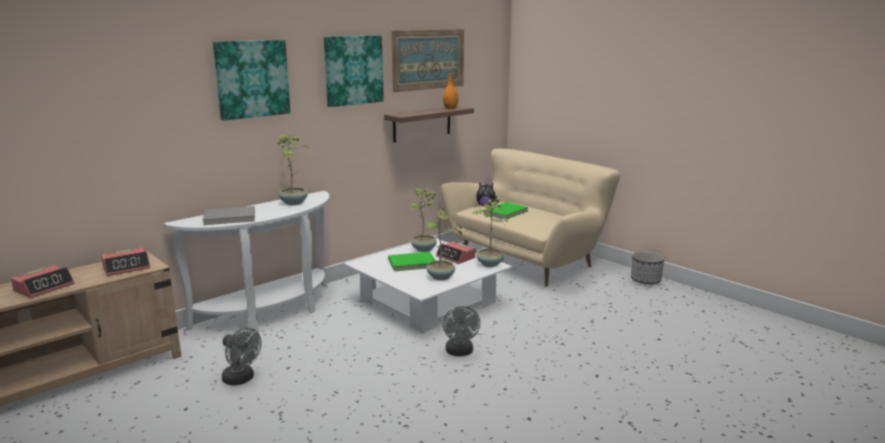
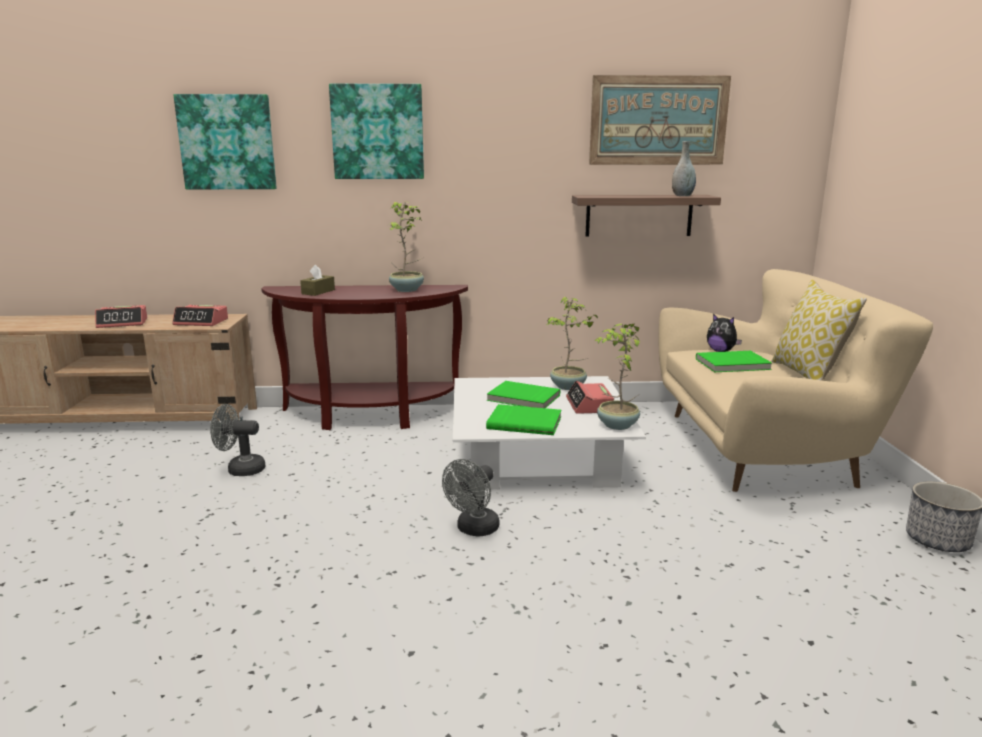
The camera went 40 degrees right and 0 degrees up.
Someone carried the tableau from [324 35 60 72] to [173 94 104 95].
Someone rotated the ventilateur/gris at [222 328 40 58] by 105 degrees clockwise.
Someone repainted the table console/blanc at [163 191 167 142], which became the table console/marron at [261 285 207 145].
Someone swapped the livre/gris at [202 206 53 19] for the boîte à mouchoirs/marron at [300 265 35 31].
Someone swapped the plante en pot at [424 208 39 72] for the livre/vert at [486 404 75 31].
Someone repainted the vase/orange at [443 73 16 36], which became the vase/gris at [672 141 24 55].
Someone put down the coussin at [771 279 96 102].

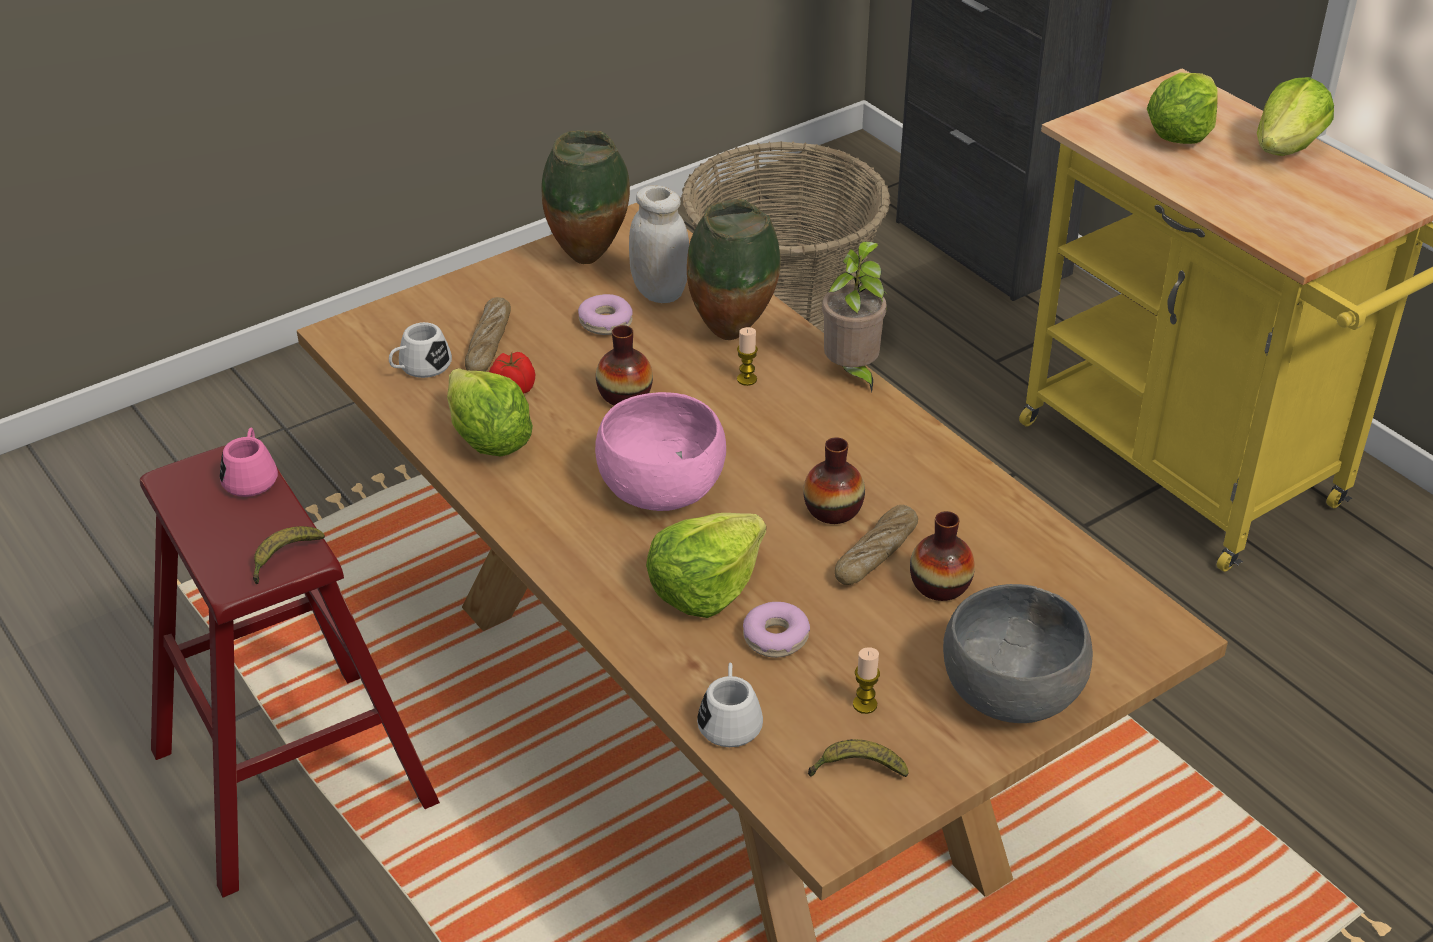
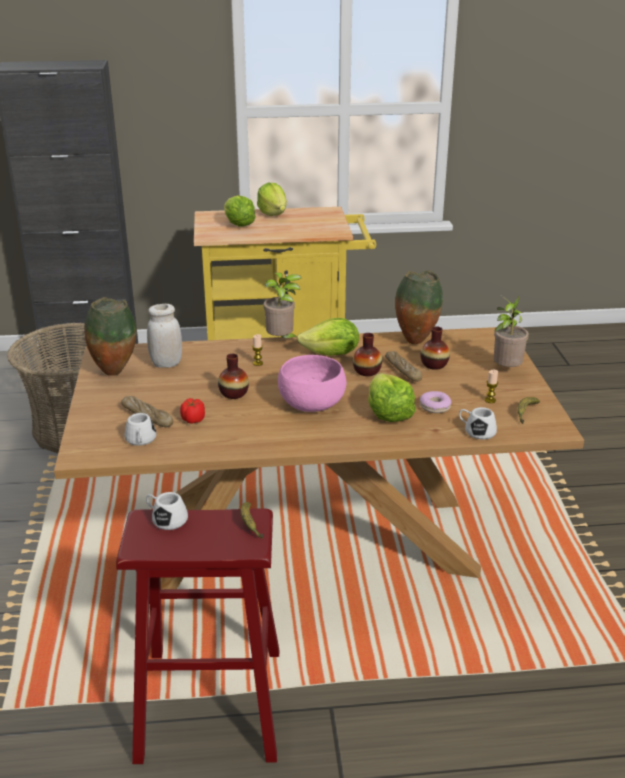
The camera went 60 degrees left and 10 degrees down.
Someone repainted the mug/rose at [220 428 58 69], which became the mug/blanc at [146 492 42 38].
Someone carried the laitue from [447 368 86 89] to [297 318 62 38].
Someone carried the vase from [687 199 94 141] to [395 270 48 74].
Someone swapped the bol/gris at [943 584 150 139] for the plante en pot at [494 296 35 71].
Someone took away the beignet at [578 294 55 41].

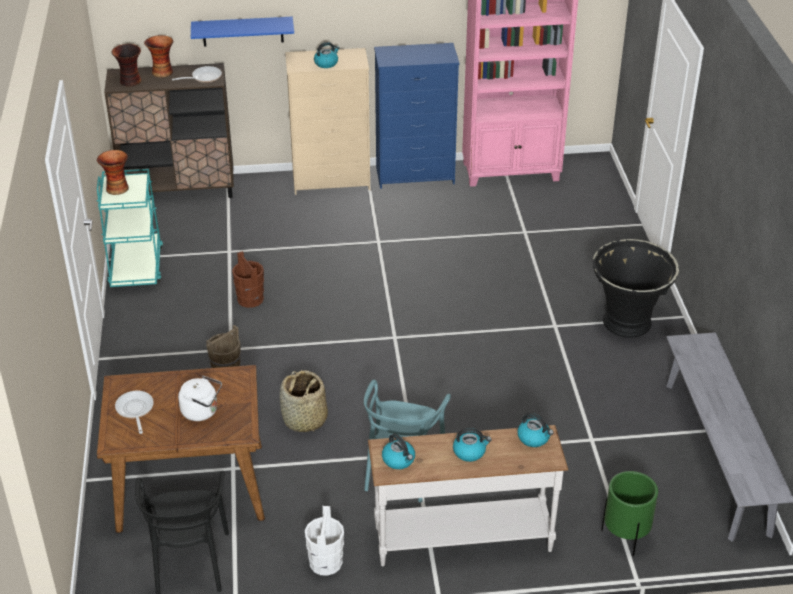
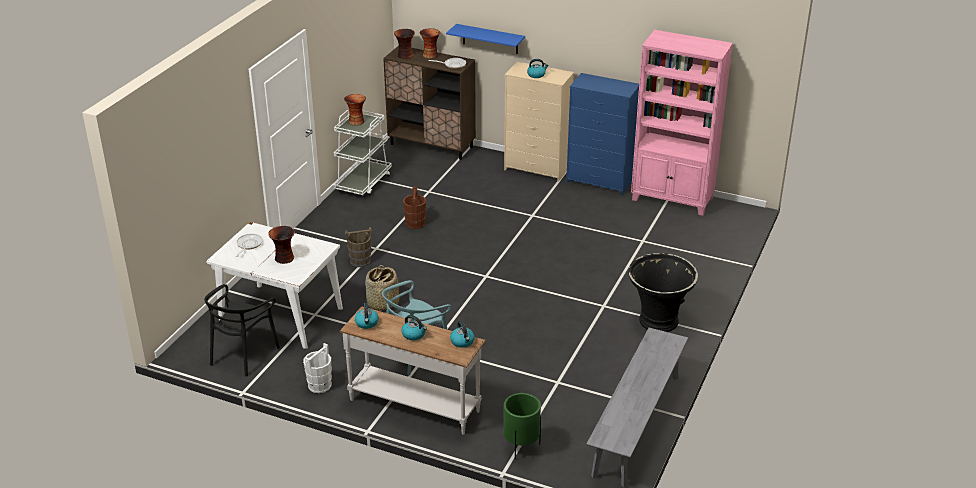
The camera went 30 degrees right and 5 degrees down.
Someone repainted the table à manger/marron at [97 365 168 168], which became the table à manger/blanc at [206 222 137 127].
Someone swapped the bouilloire/blanc at [178 376 44 45] for the vase at [268 226 27 38].
Someone repainted the chariot/turquoise at [97 169 66 118], which became the chariot/blanc at [333 110 59 86].

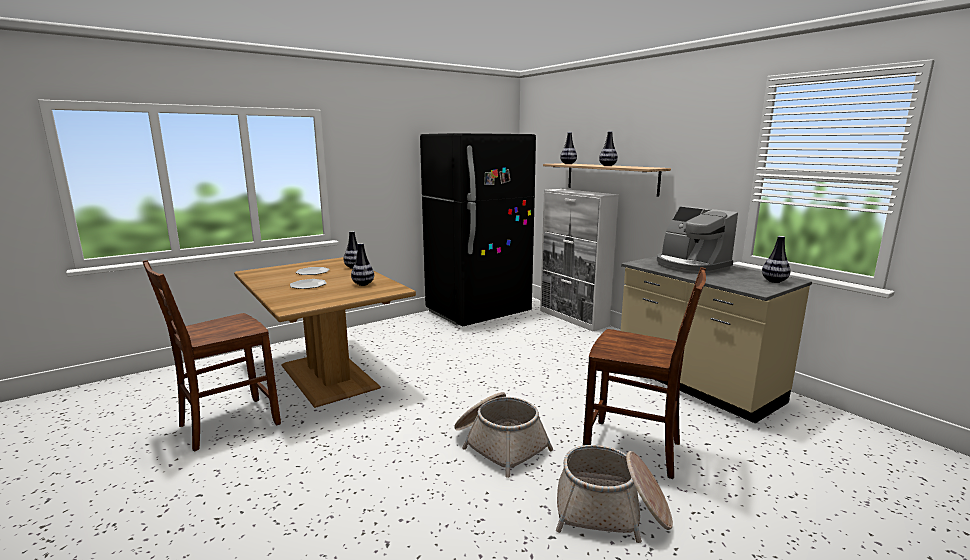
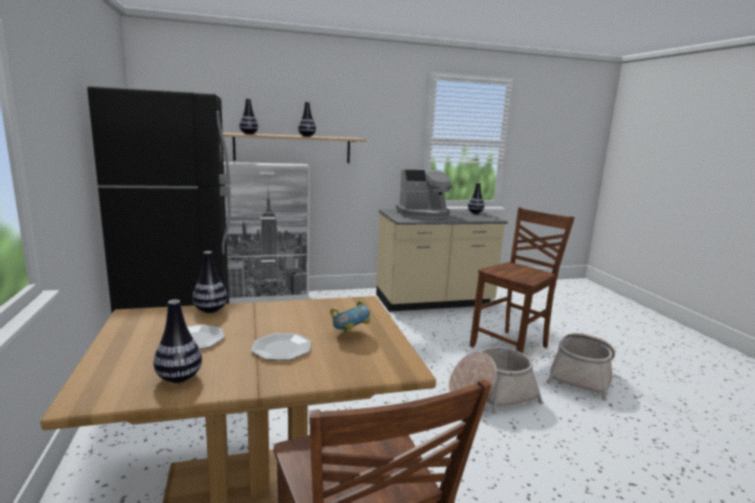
The camera went 70 degrees left and 0 degrees up.
Someone carried the vase from [351 243 23 43] to [154 300 48 83].
Someone put down the bol at [330 300 40 33].

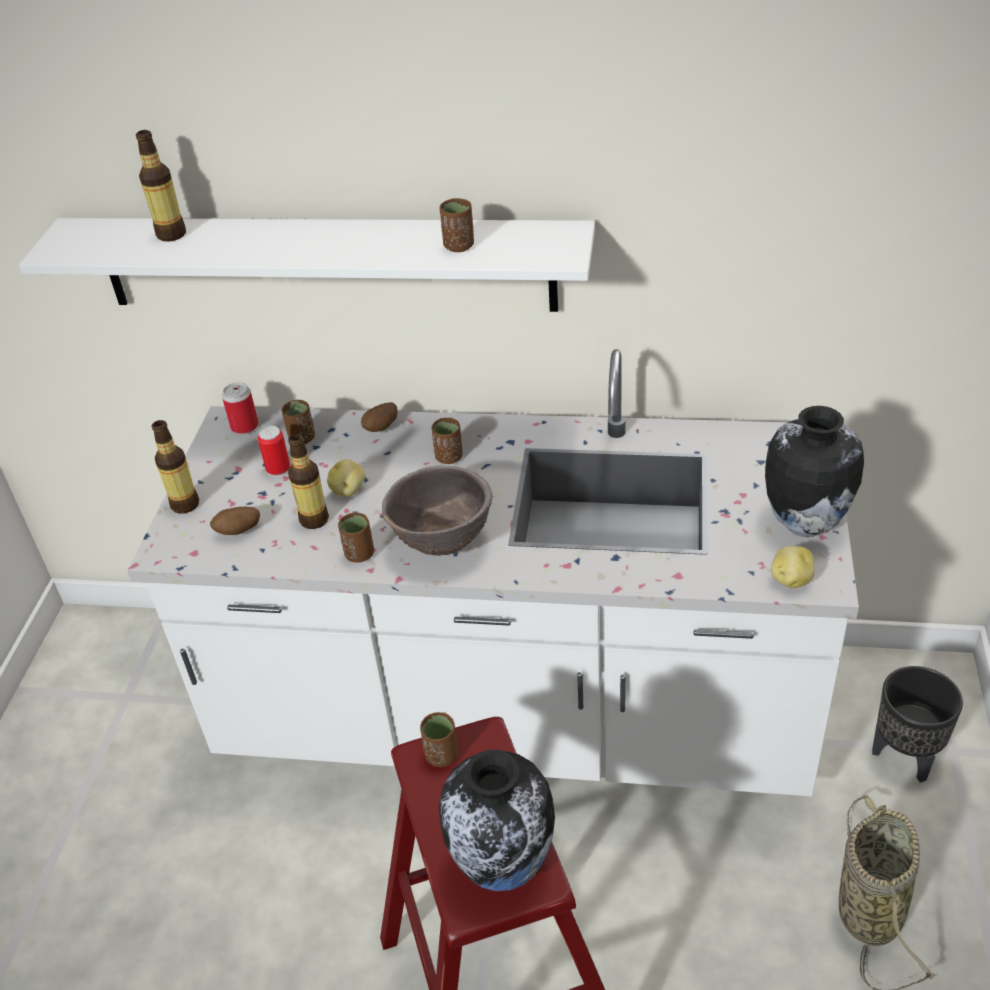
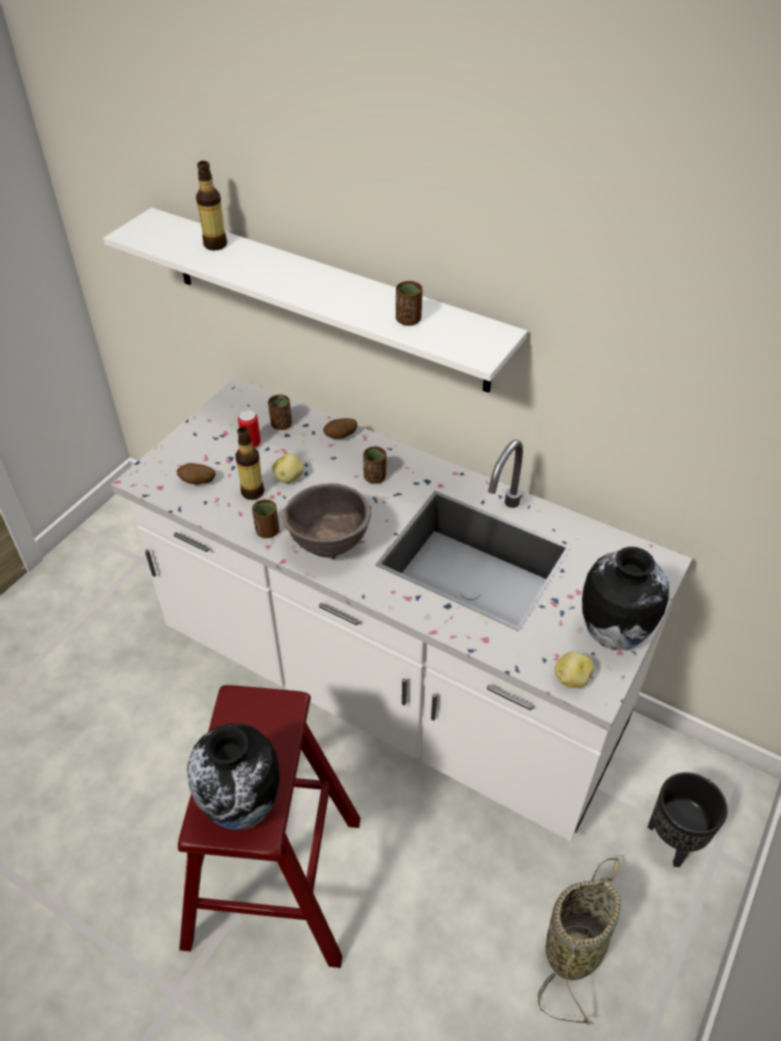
The camera went 20 degrees right and 5 degrees up.
Someone took away the bouteille at [152 420 47 94].
Someone took away the boîte métallique at [222 382 37 52].
Someone took away the tasse/marron at [420 712 38 55].

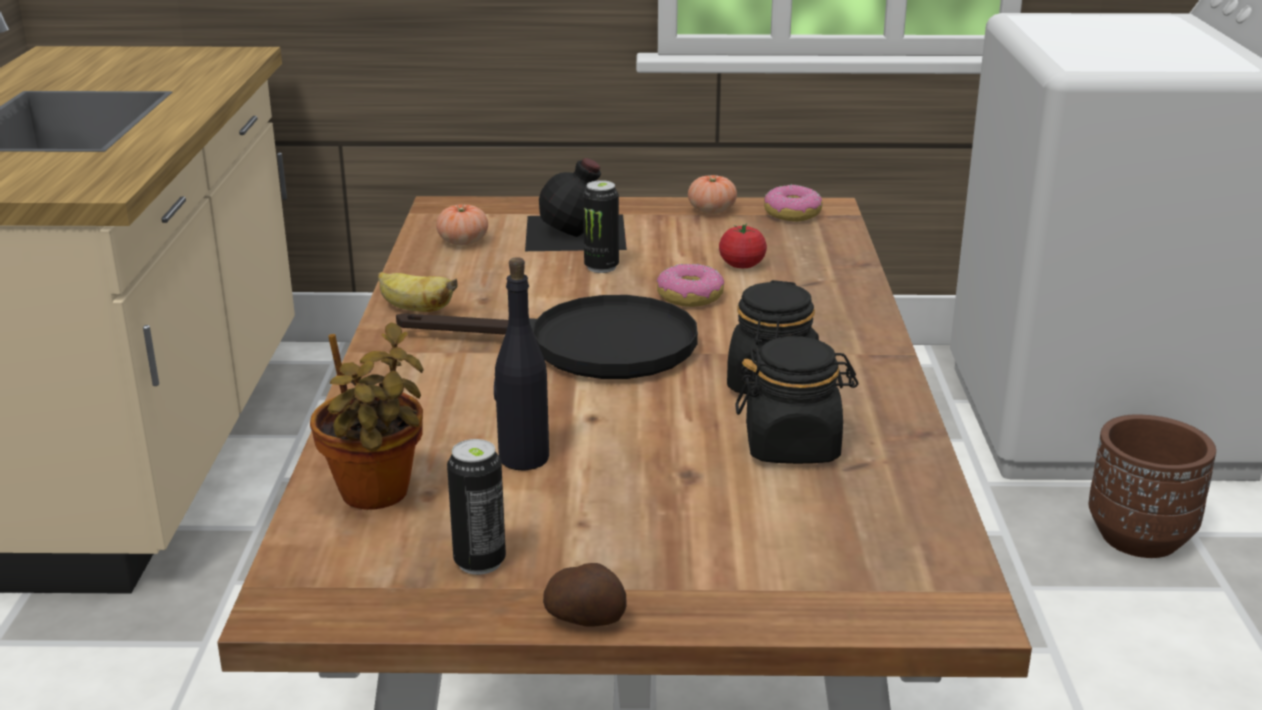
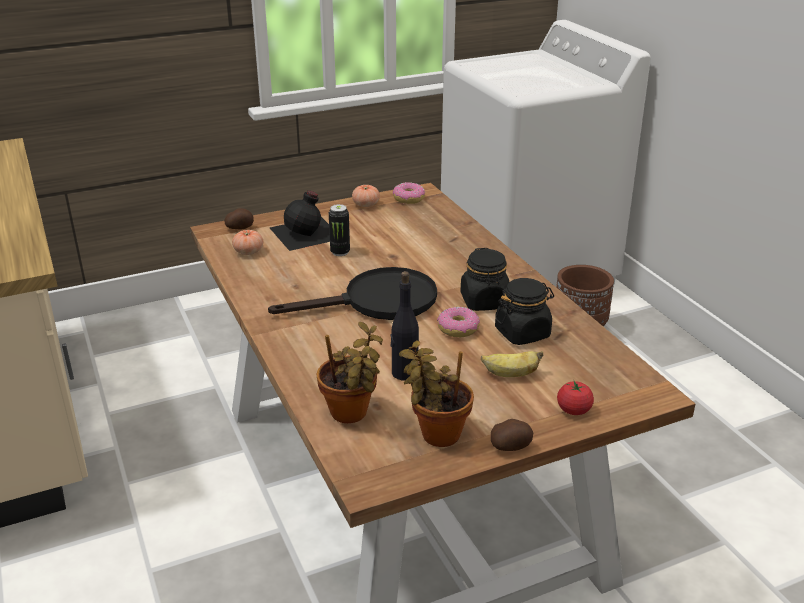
The camera went 25 degrees left and 5 degrees up.
Someone put down the pomme de terre at [224 208 30 21].
Someone swapped the boîte métallique at [447 439 59 136] for the plante en pot at [399 340 75 107].
Someone carried the beignet from [657 264 67 43] to [437 307 43 30].
Someone carried the banane from [378 272 80 40] to [481 351 62 26].
Someone carried the tomate from [719 223 48 45] to [557 381 37 34].

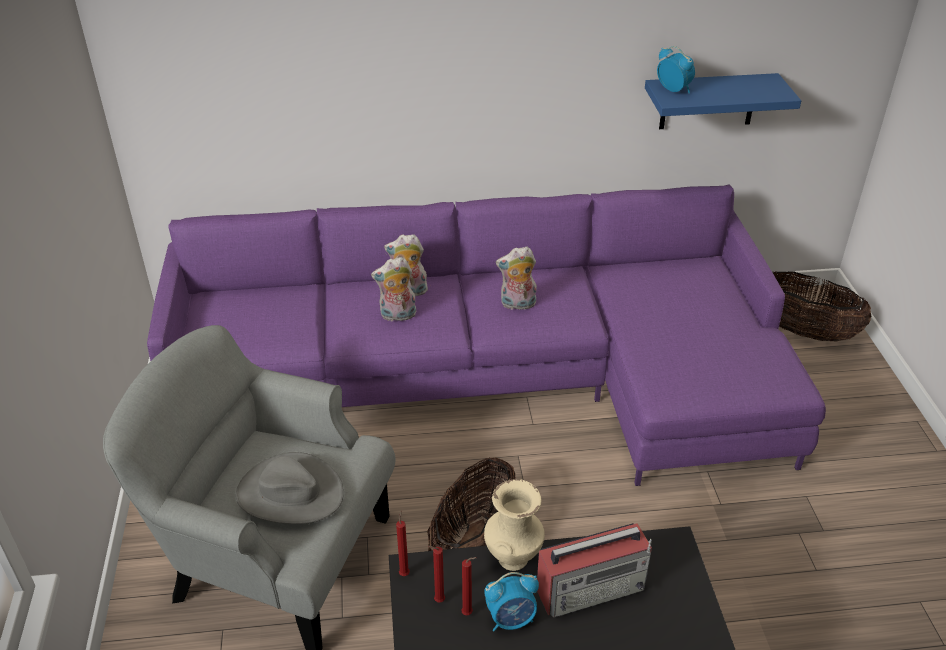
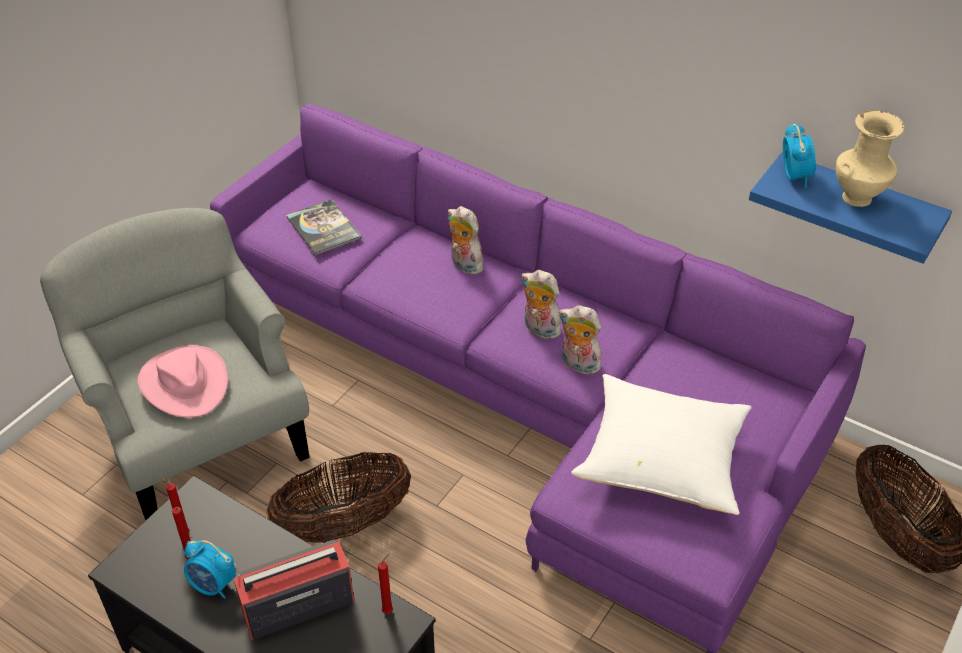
The camera went 40 degrees right and 5 degrees up.
Someone repainted the chapeau/gris at [236 452 108 72], which became the chapeau/rose at [138 345 90 73].
Someone rotated the radio at [537 523 115 95] by 135 degrees clockwise.
Someone put down the livre at [287 199 75 56].
Someone carried the bougie/rouge from [396 511 14 65] to [378 554 15 60].
Someone carried the peluche from [371 257 46 66] to [559 305 42 70].
Someone put down the coussin/blanc at [571 374 180 141].
Someone carried the vase/beige from [484 479 61 92] to [836 110 68 97].

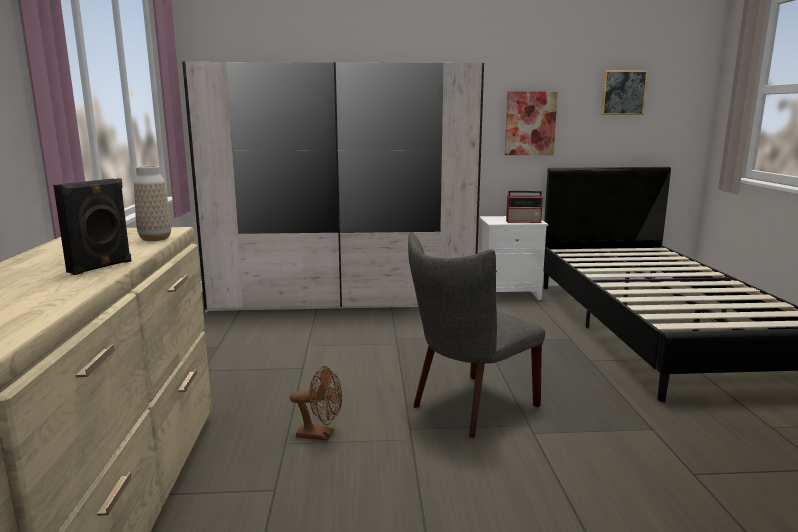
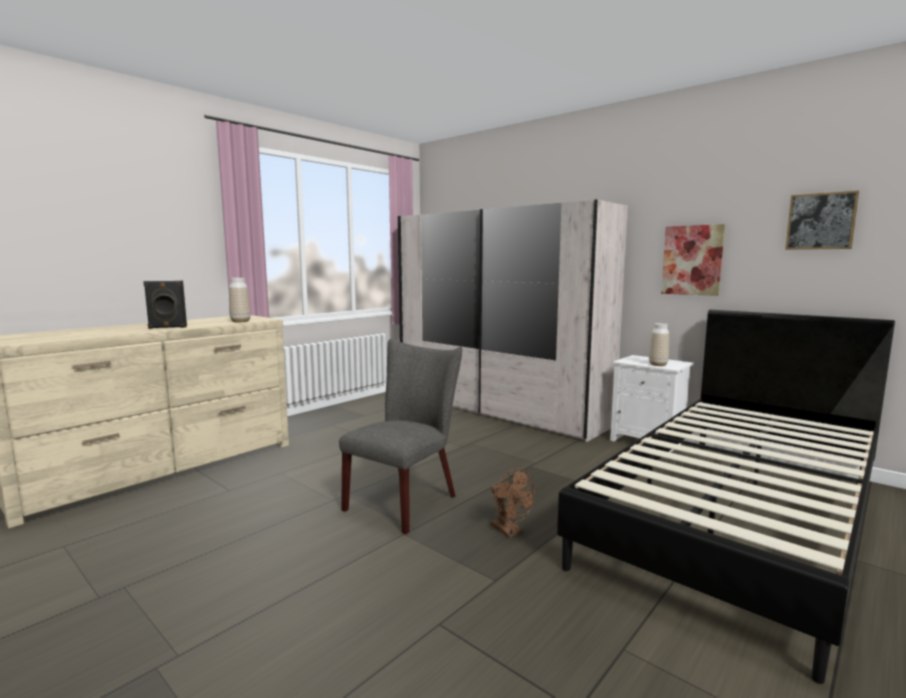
The camera went 45 degrees right and 5 degrees down.
Someone rotated the chaise/gris at [408 232 137 206] by 120 degrees clockwise.
Someone carried the ventilateur/marron from [290 366 52 75] to [490 469 45 69].
Someone swapped the radio at [506 191 37 32] for the vase at [649 323 20 43].

